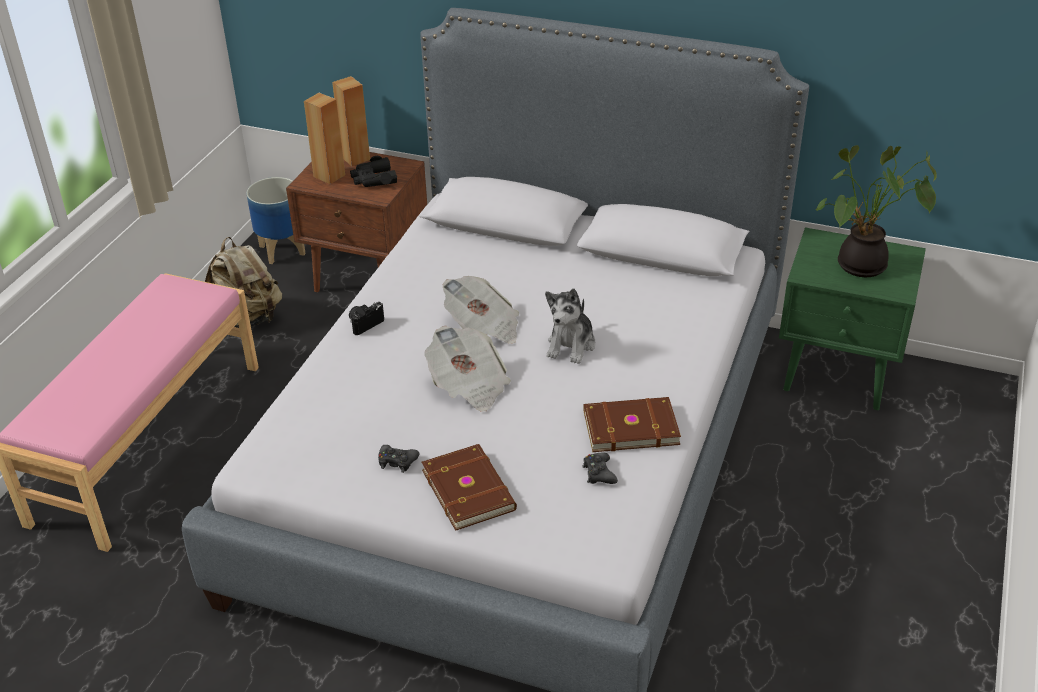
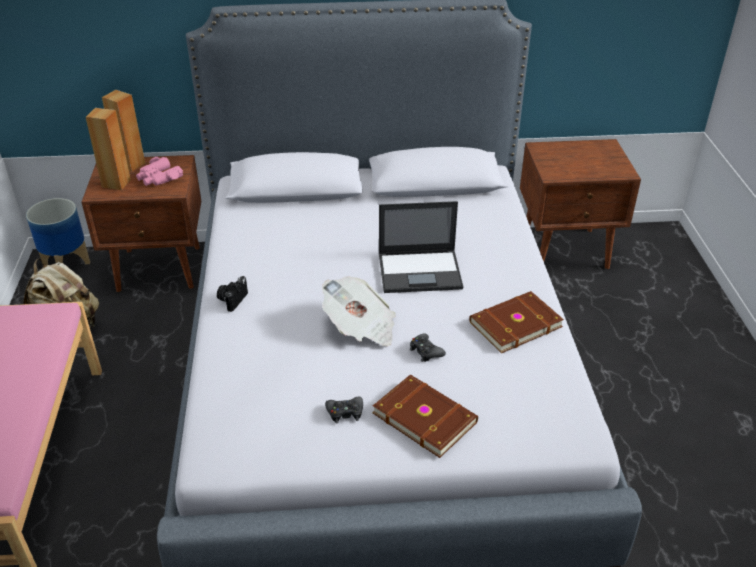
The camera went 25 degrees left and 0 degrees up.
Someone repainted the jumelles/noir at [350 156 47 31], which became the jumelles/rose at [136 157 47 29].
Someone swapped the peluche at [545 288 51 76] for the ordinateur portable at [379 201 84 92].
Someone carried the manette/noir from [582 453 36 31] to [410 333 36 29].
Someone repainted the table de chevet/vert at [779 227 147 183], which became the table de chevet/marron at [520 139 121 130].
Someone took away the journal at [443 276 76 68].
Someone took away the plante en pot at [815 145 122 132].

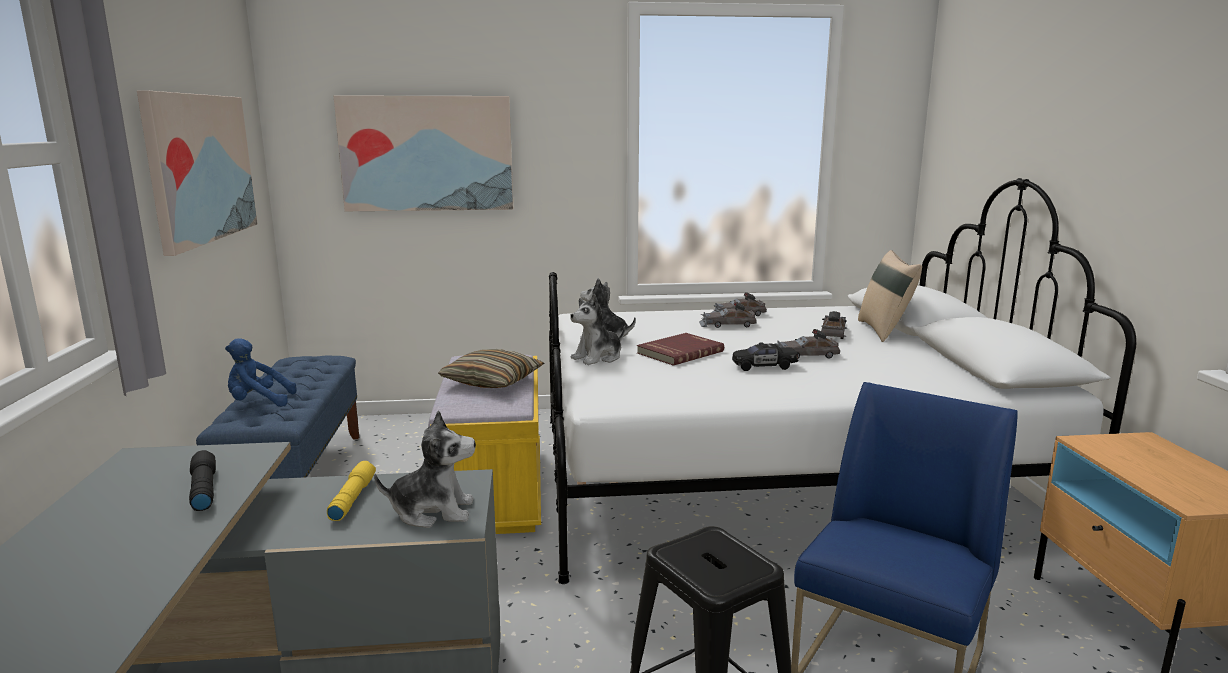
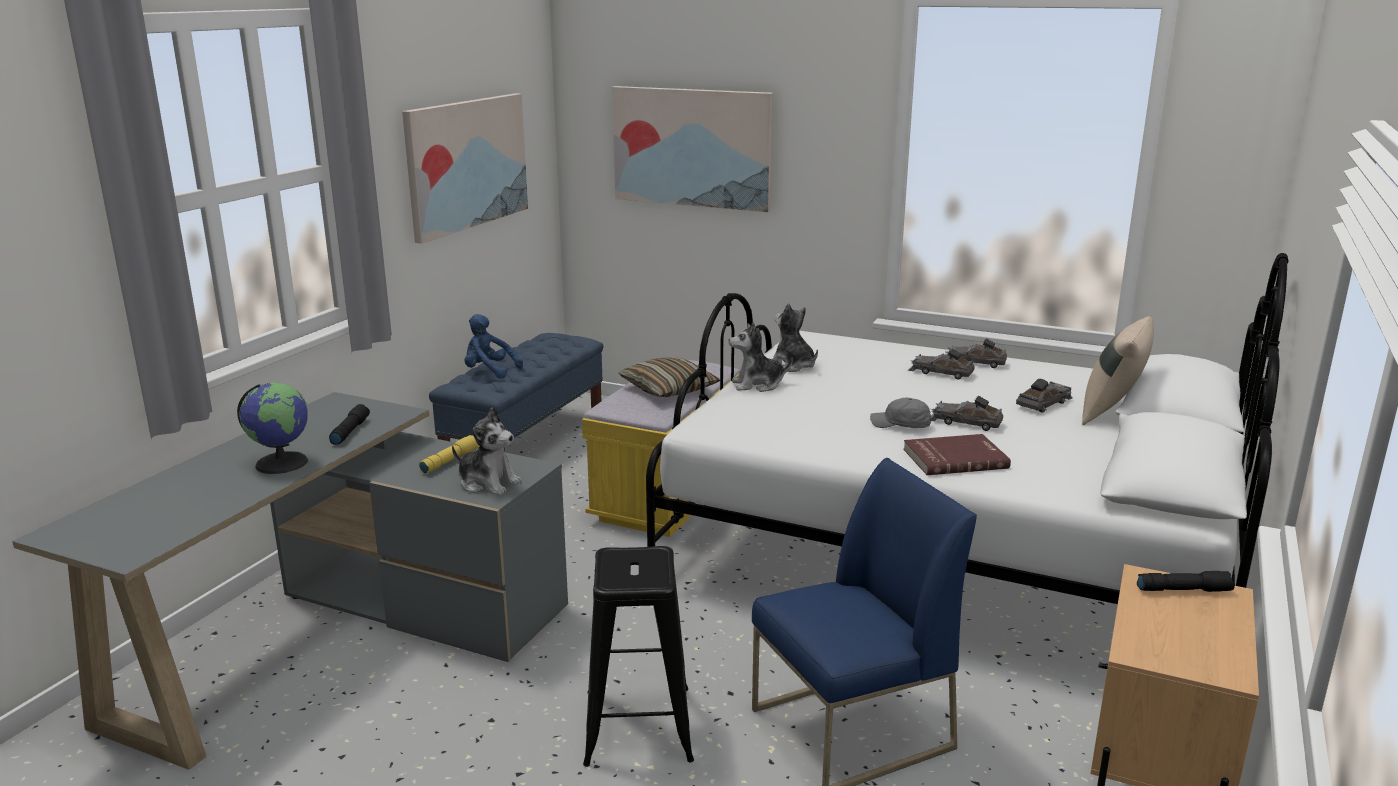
The camera went 30 degrees right and 5 degrees up.
Someone put down the globe at [237 383 71 91].
Someone swapped the petite voiture/noir at [732 343 66 28] for the casquette/gris at [870 397 61 31].
Someone carried the livre/rouge from [637 333 87 33] to [903 434 108 41].
Someone put down the lampe de poche/noir at [1137 571 98 21].

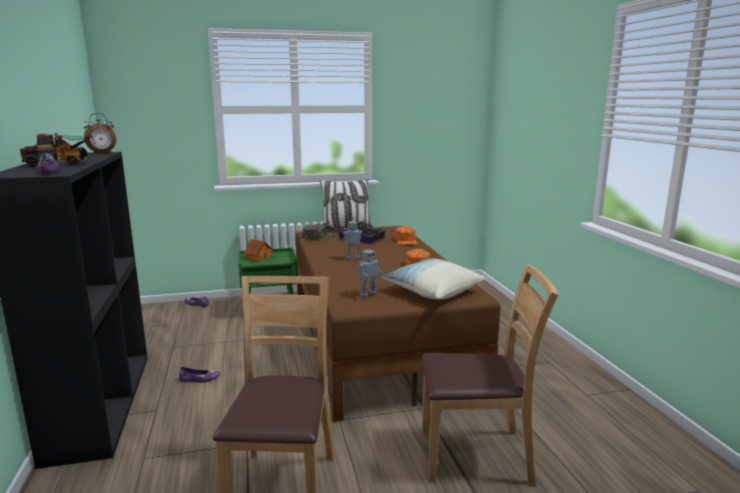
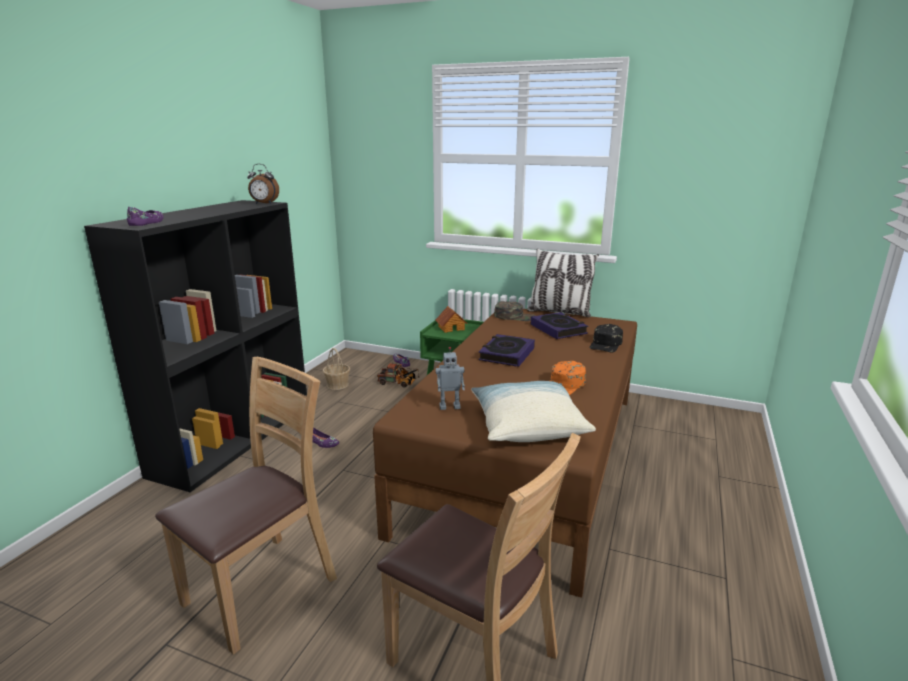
The camera went 35 degrees right and 5 degrees up.
Someone put down the panier at [323 348 27 42].
Someone carried the camion jouet from [20 133 77 34] to [377 363 42 24].
Someone swapped the robot jouet at [343 217 19 43] for the livre at [479 334 56 33].
Someone repainted the casquette/orange at [394 226 24 19], which became the casquette/noir at [589 324 34 28].

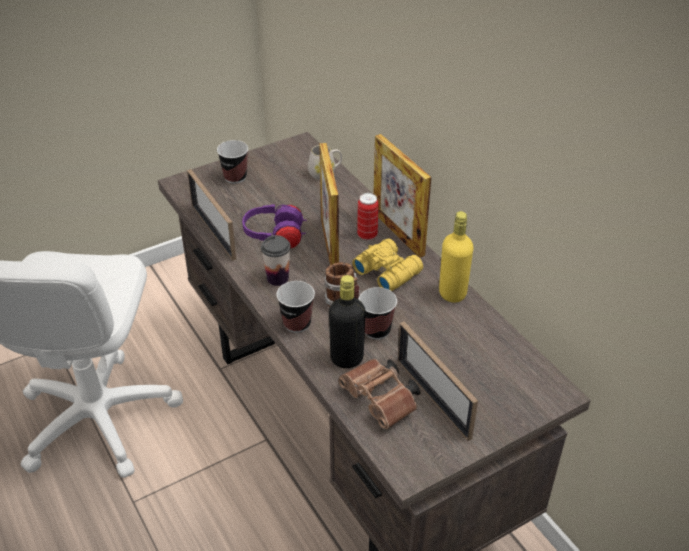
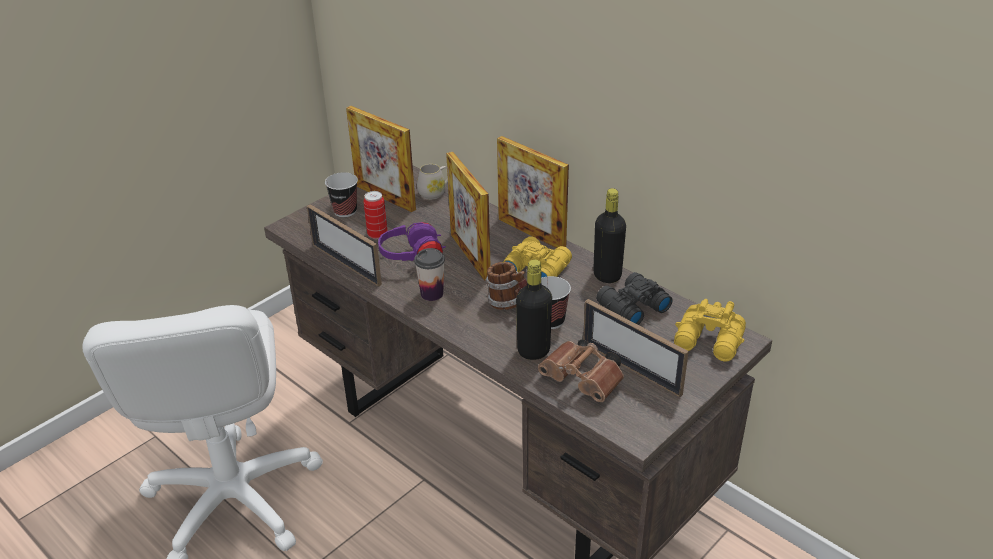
The camera went 15 degrees left and 5 degrees down.
Someone put down the cadre photo at [346 106 70 106].
Someone carried the boîte métallique from [357 193 22 47] to [364 191 24 48].
Someone repainted the bouteille/jaune at [439 211 35 92], which became the bouteille/noir at [593 188 33 95].
Someone put down the jumelles/noir at [596 272 77 53].
Someone put down the jumelles/jaune at [674 299 72 62].
Someone took away the tasse at [276 281 39 52].

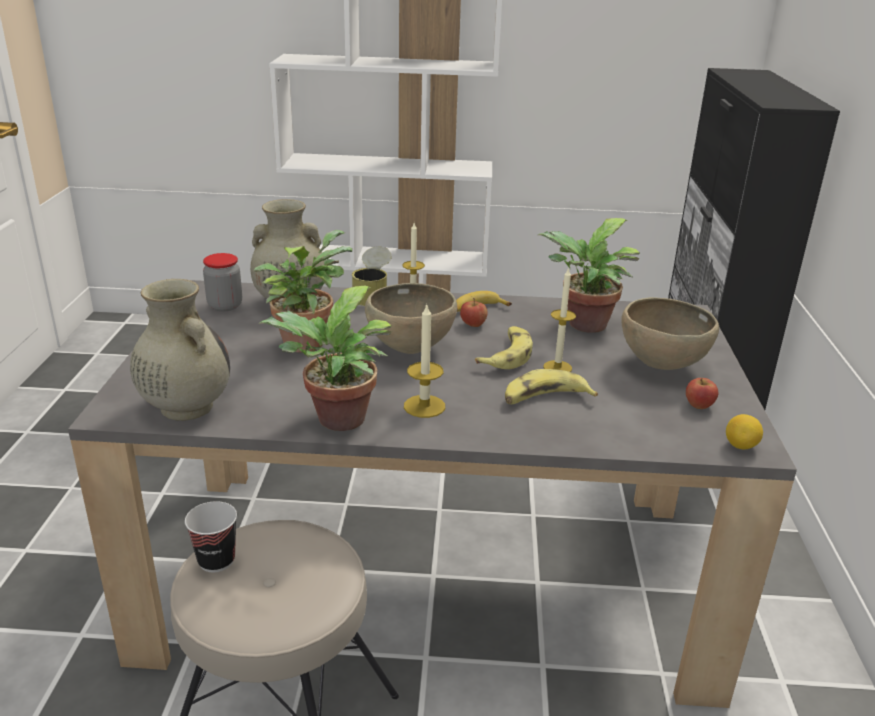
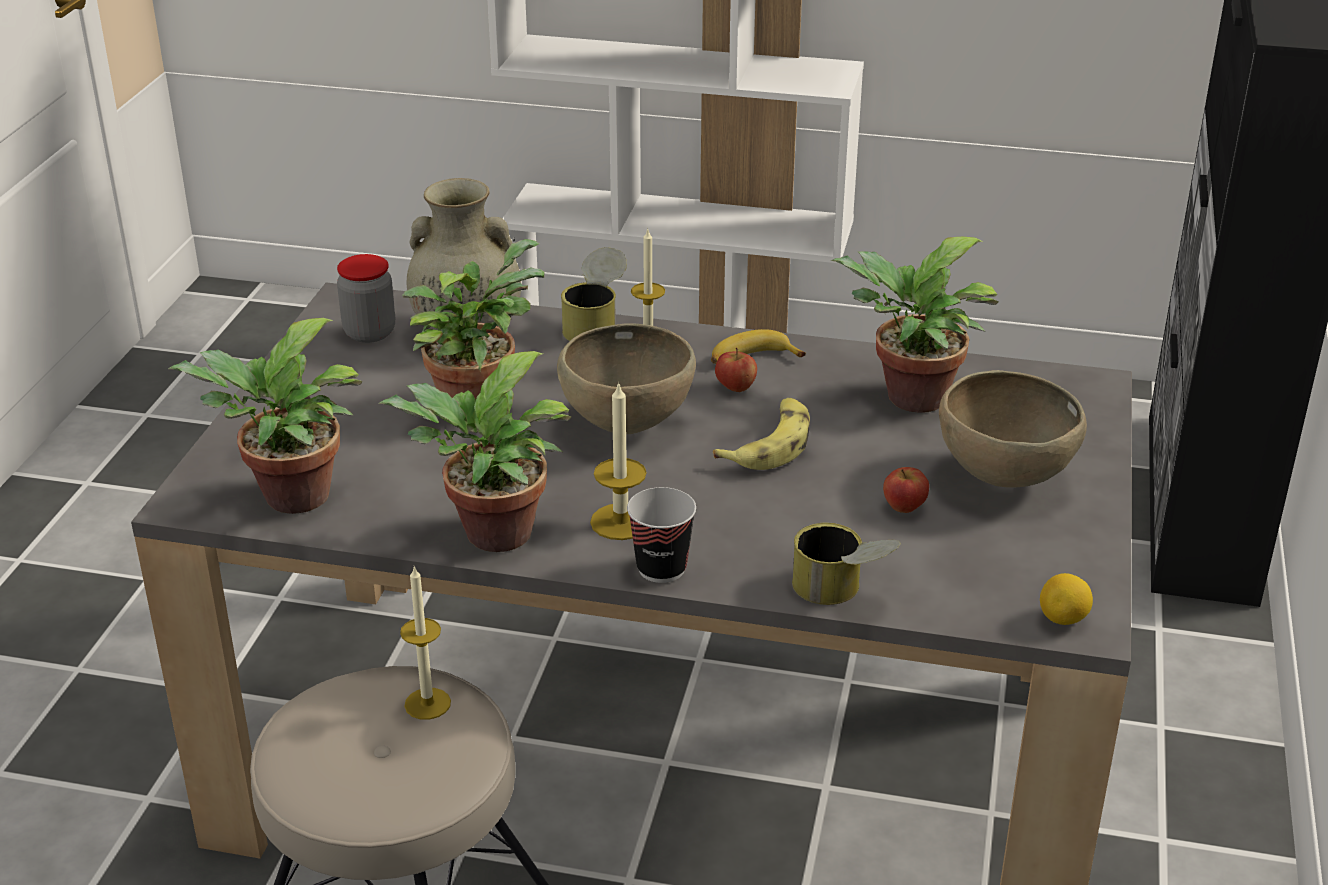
The camera went 10 degrees right and 5 degrees up.
Someone swapped the vase/beige at [130 279 100 142] for the plante en pot at [168 318 195 196].
Someone carried the bougie from [543 267 33 105] to [400 566 51 154].
Someone carried the tasse from [185 501 52 71] to [627 487 69 96].
Someone put down the boîte métallique at [792 523 109 82].
Someone carried the pomme from [686 378 32 31] to [883 467 46 46].
Someone took away the banane at [505 369 93 35].

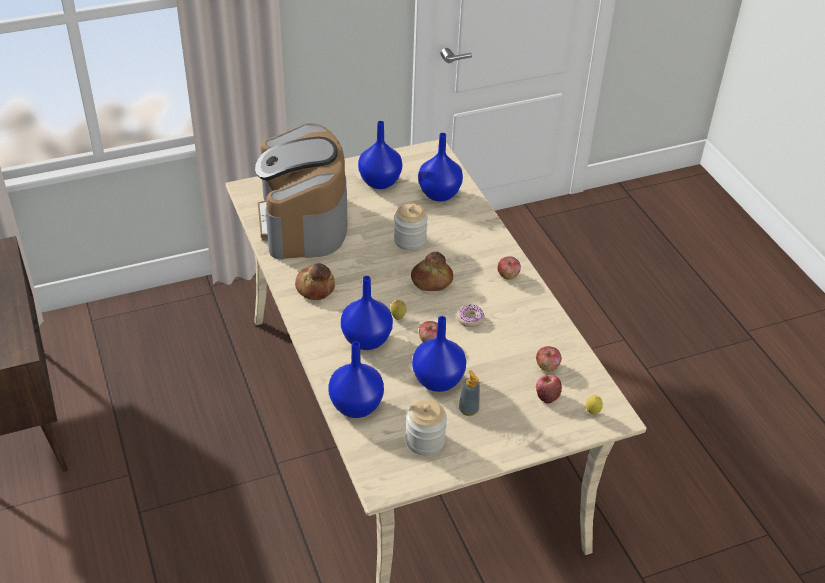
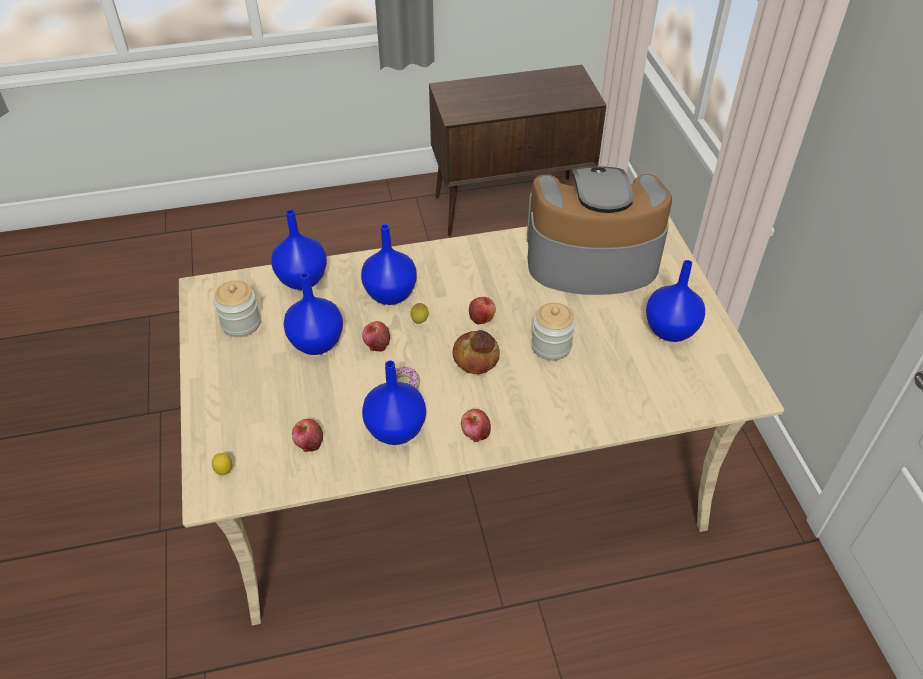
The camera went 100 degrees right and 5 degrees up.
Someone carried the vase/bleu from [418 133 45 69] to [362 361 64 84].
Someone carried the pomme from [536 375 26 29] to [469 297 27 28].
Someone took away the pain at [295 263 40 37].
Someone took away the distributeur de savon at [459 370 21 46].

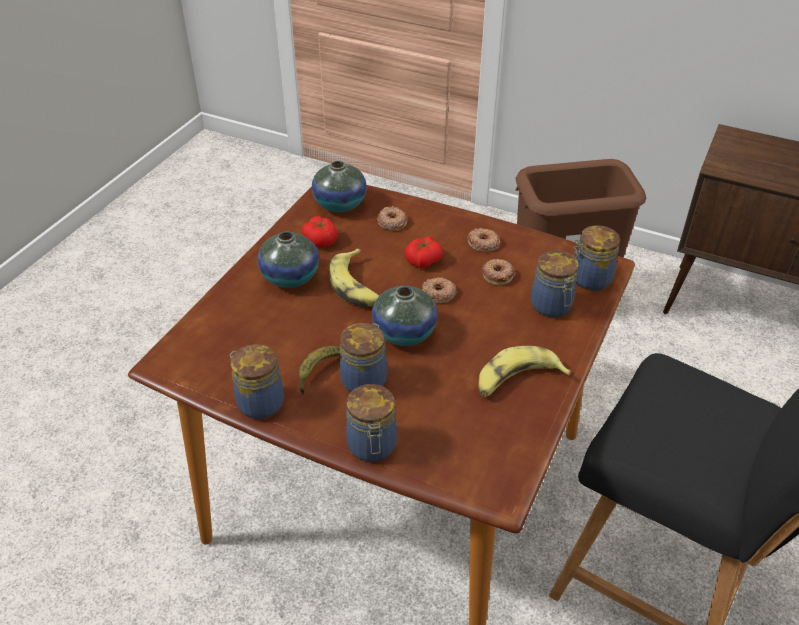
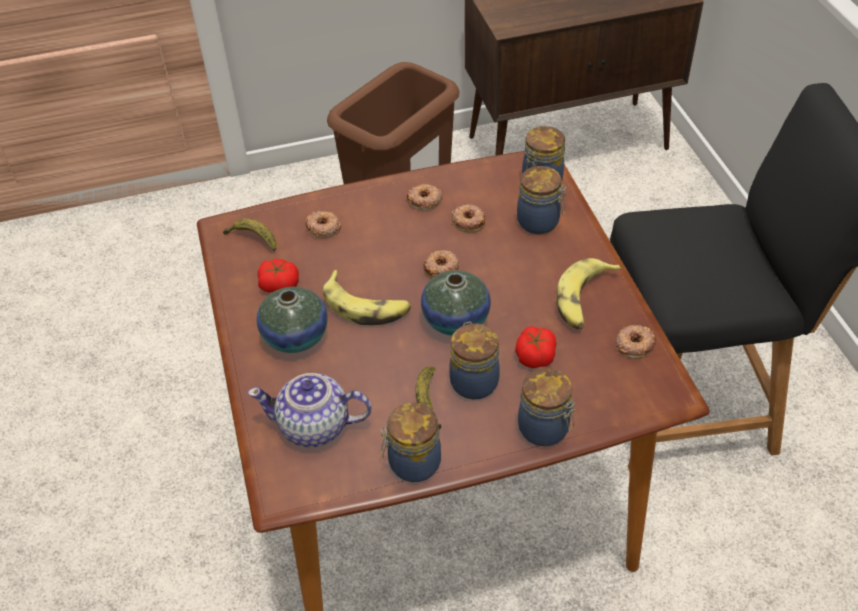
The camera went 40 degrees left and 5 degrees up.
Someone swapped the vase at [312 161 54 51] for the banane at [223 218 53 33].
Someone put down the théière at [248 373 124 74].
Someone carried the tomate from [405 237 38 31] to [515 326 41 42].
Someone put down the beignet at [616 325 40 34].

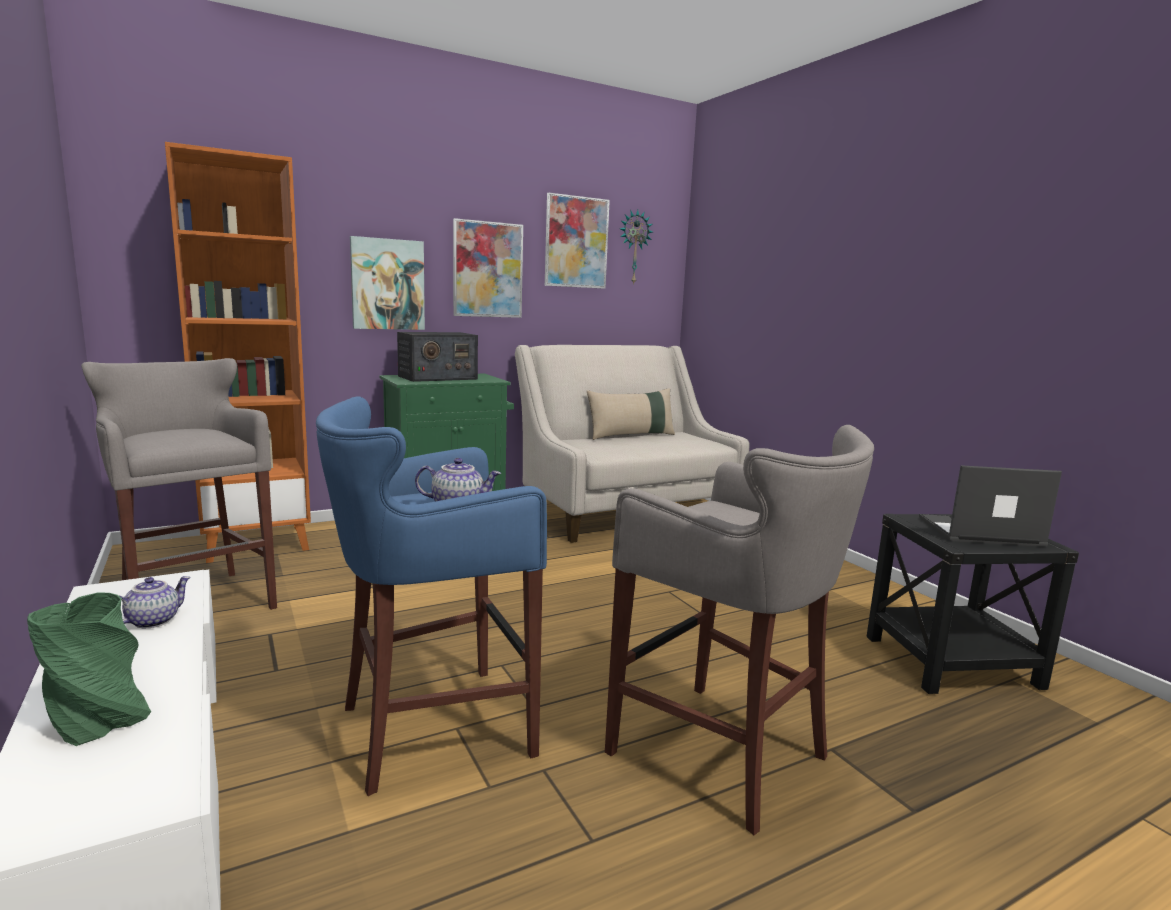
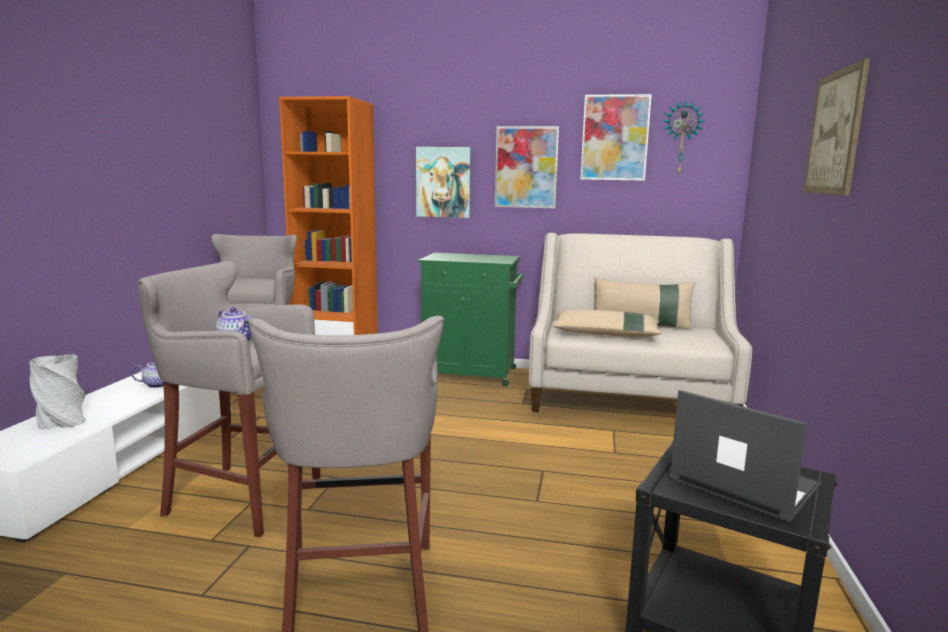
The camera went 40 degrees right and 0 degrees up.
Someone repainted the vase/vert at [27 592 124 154], which became the vase/gris at [29 355 57 74].
Someone repainted the tabouret/bleu at [316 396 231 400], which became the tabouret/gris at [138 261 183 276].
Someone put down the coussin/beige at [553 310 109 27].
Someone put up the tableau at [803 58 67 137].
Someone took away the radio at [397 332 81 50].

